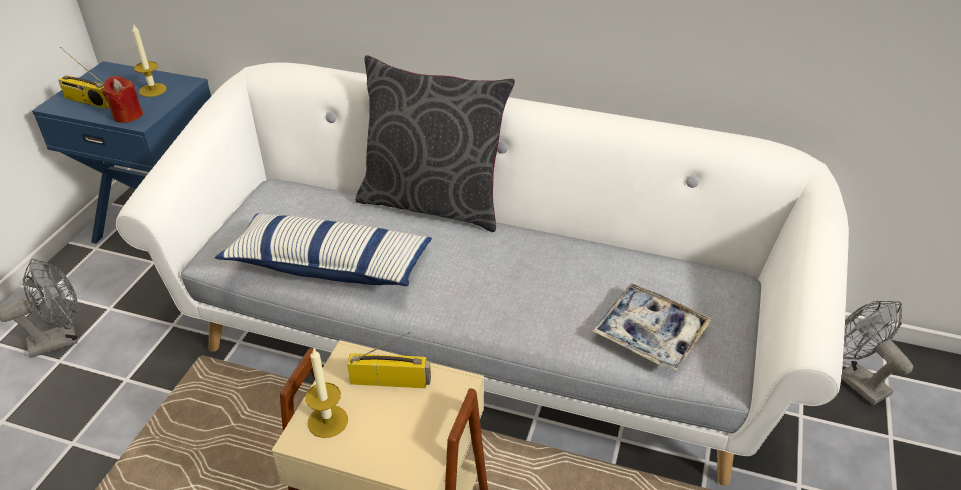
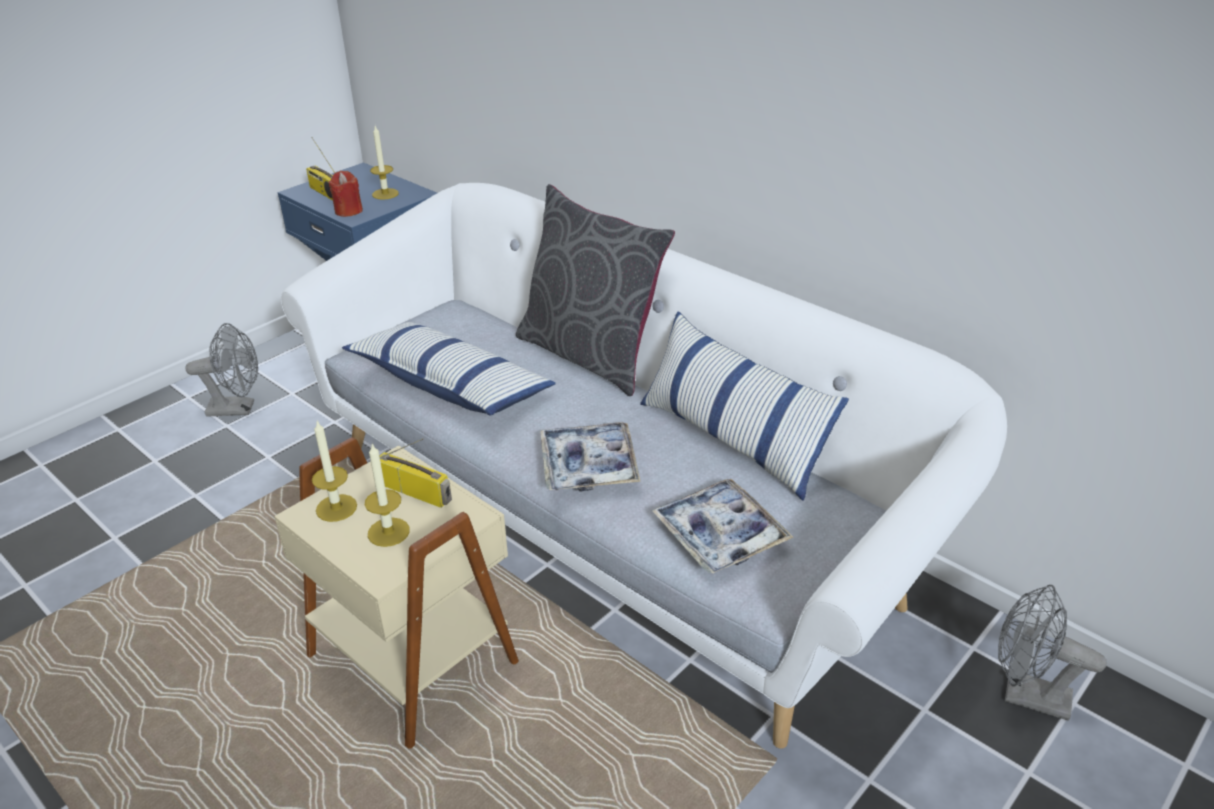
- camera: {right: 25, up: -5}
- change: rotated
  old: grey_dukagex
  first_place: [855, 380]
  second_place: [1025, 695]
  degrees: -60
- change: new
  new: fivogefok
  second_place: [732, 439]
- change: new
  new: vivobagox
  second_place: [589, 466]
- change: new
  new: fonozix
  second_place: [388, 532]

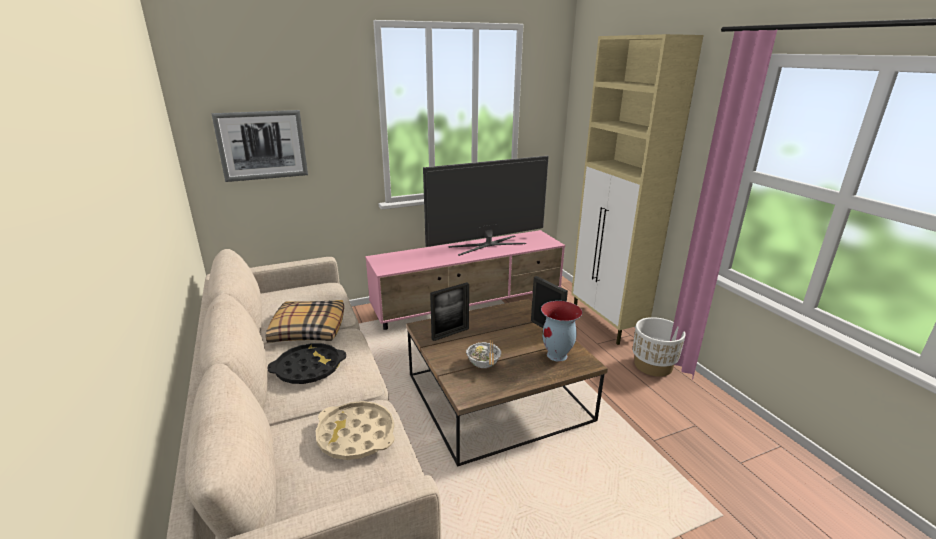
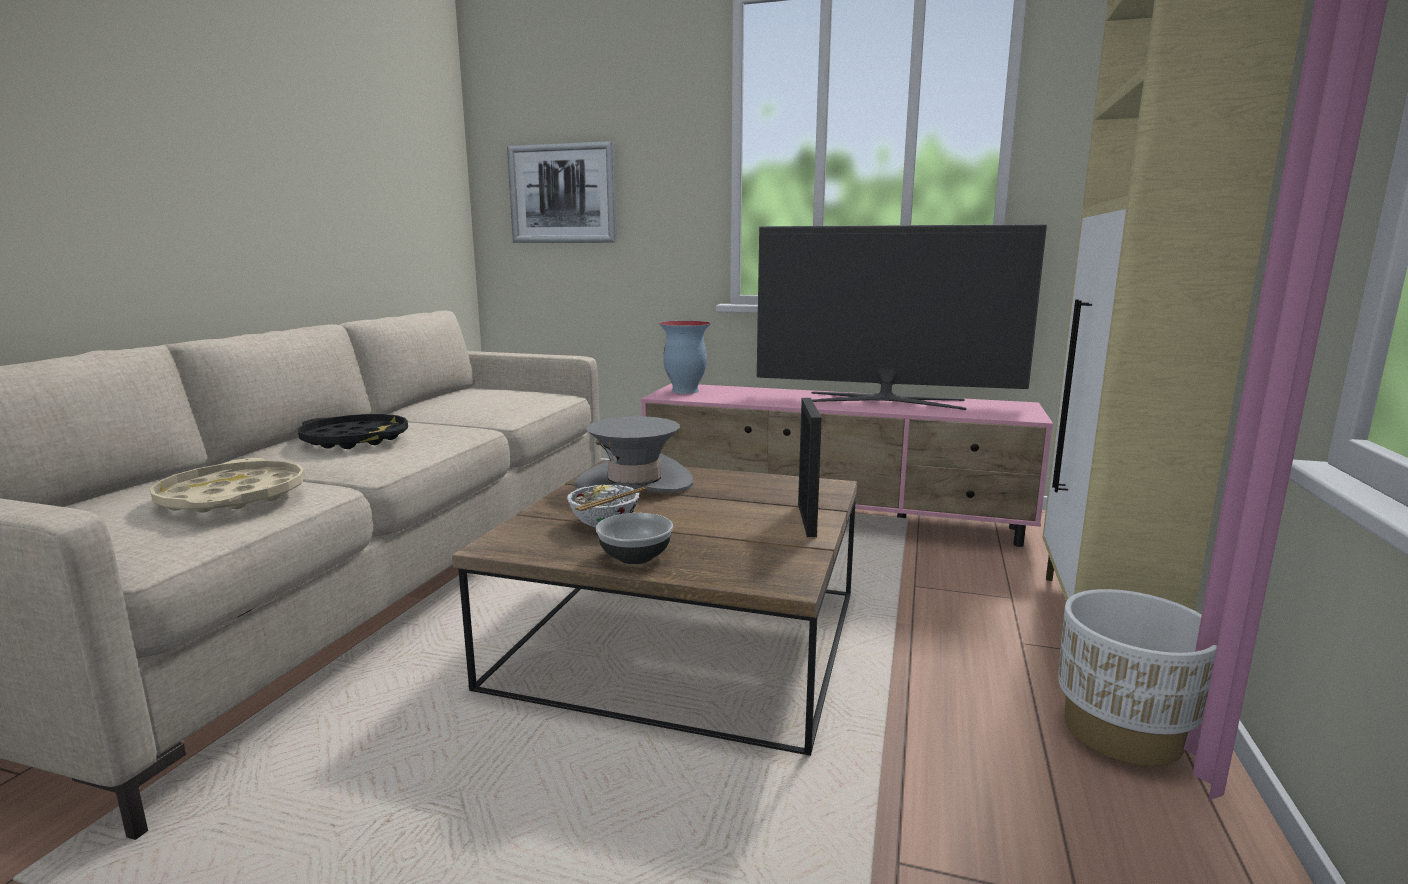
- camera: {right: 40, up: -10}
- change: swapped
  old: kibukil
  new: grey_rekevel
  first_place: [450, 334]
  second_place: [634, 483]
- change: gone
  old: fivogefok
  first_place: [308, 329]
- change: shifted
  old: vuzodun
  first_place: [557, 355]
  second_place: [685, 391]
- change: new
  new: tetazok
  second_place: [635, 557]

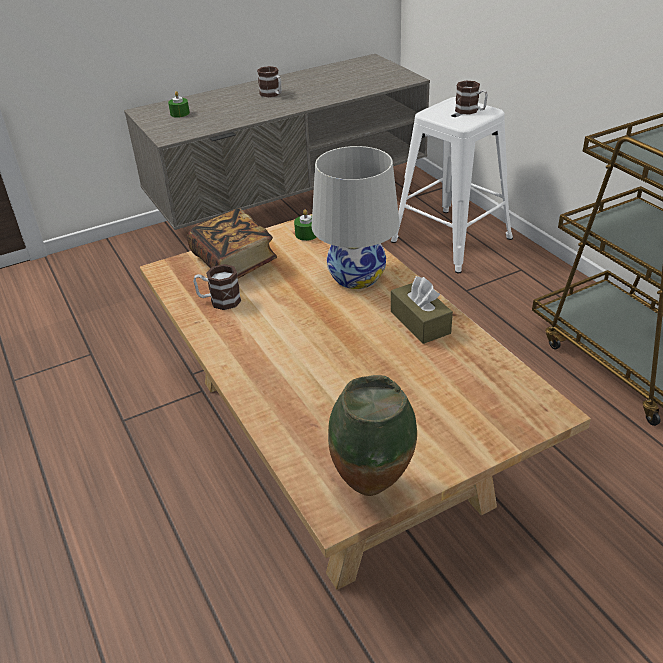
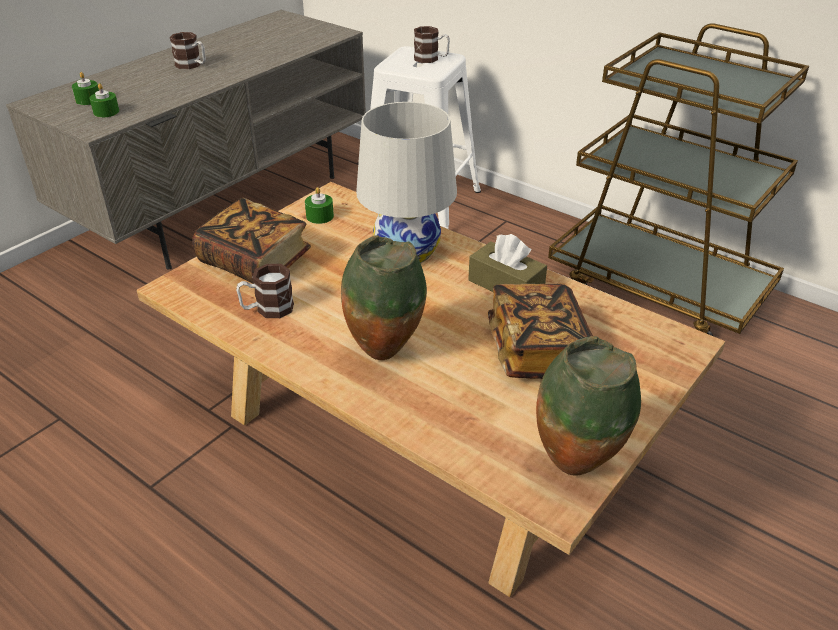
- camera: {right: -25, up: 0}
- change: new
  new: green_fonozix
  second_place: [106, 112]
- change: new
  new: vuzodun
  second_place: [385, 353]
- change: new
  new: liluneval
  second_place: [539, 352]

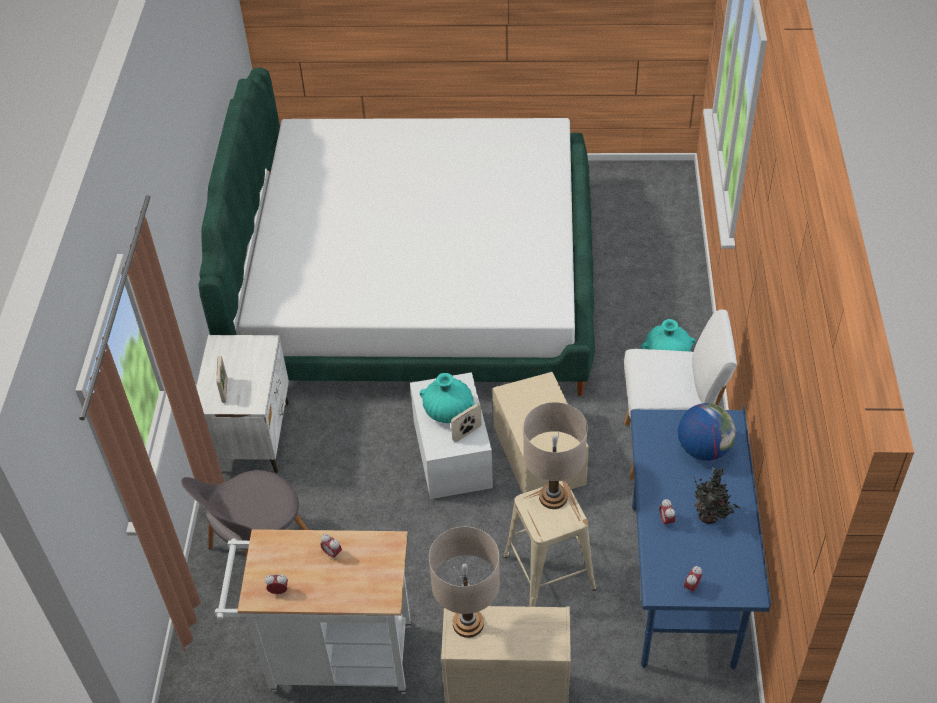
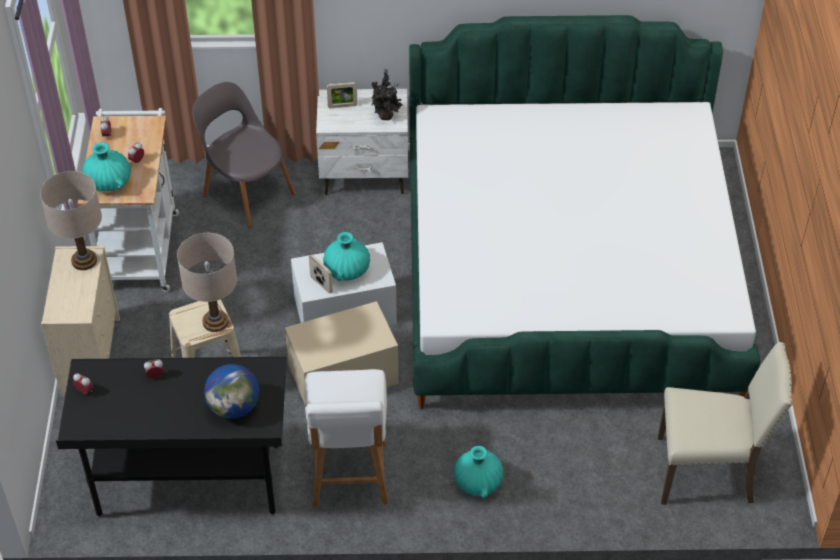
- camera: {right: 85, up: 0}
- change: repainted
  old: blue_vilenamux
  new: black_vilenamux
  first_place: [682, 585]
  second_place: [189, 482]
- change: shifted
  old: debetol
  first_place: [710, 517]
  second_place: [385, 117]
- change: new
  new: turquoise_vuzodun
  second_place: [108, 183]
- change: new
  new: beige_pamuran
  second_place: [708, 472]

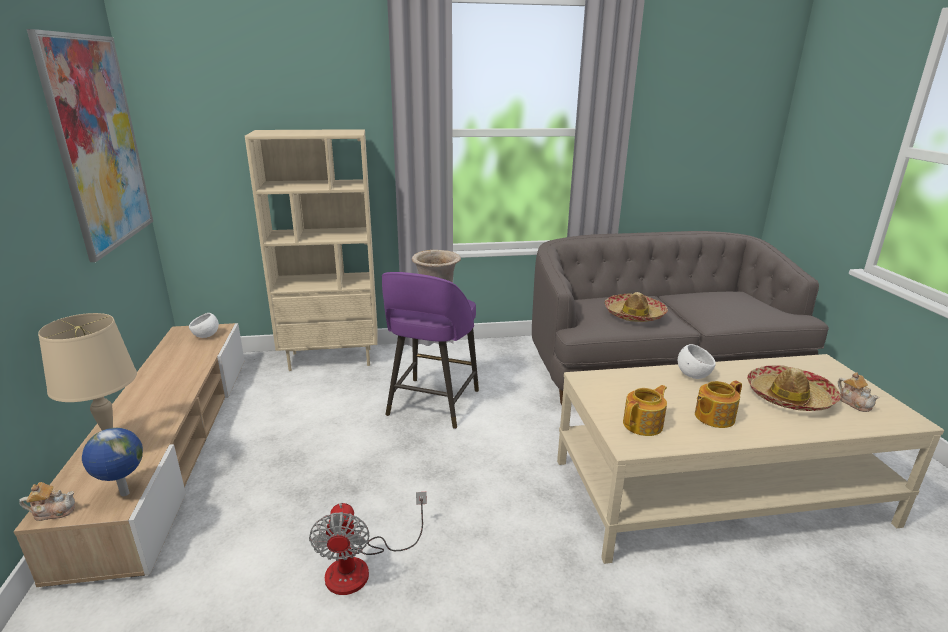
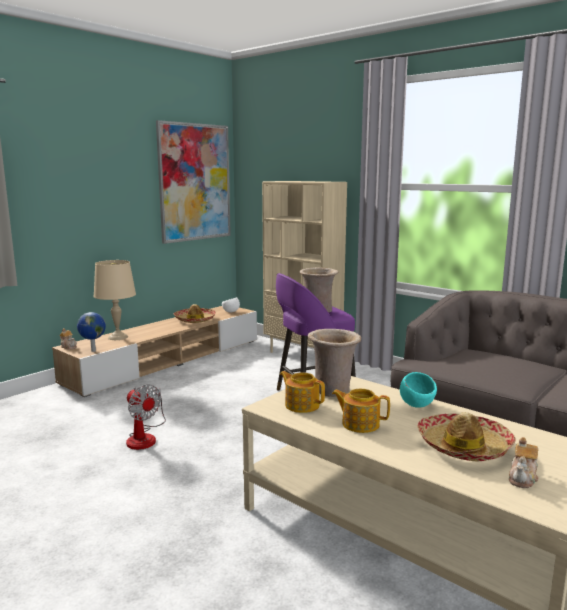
- camera: {right: 50, up: -10}
- change: shifted
  old: rekevel
  first_place: [634, 315]
  second_place: [194, 320]
- change: repainted
  old: white_tetazok
  new: turquoise_tetazok
  first_place: [693, 375]
  second_place: [417, 405]
- change: rotated
  old: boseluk
  first_place: [643, 424]
  second_place: [301, 405]
  degrees: -150
- change: rotated
  old: dukagex
  first_place: [361, 567]
  second_place: [145, 437]
  degrees: -90
- change: new
  new: beige_vuzodun
  second_place: [333, 390]

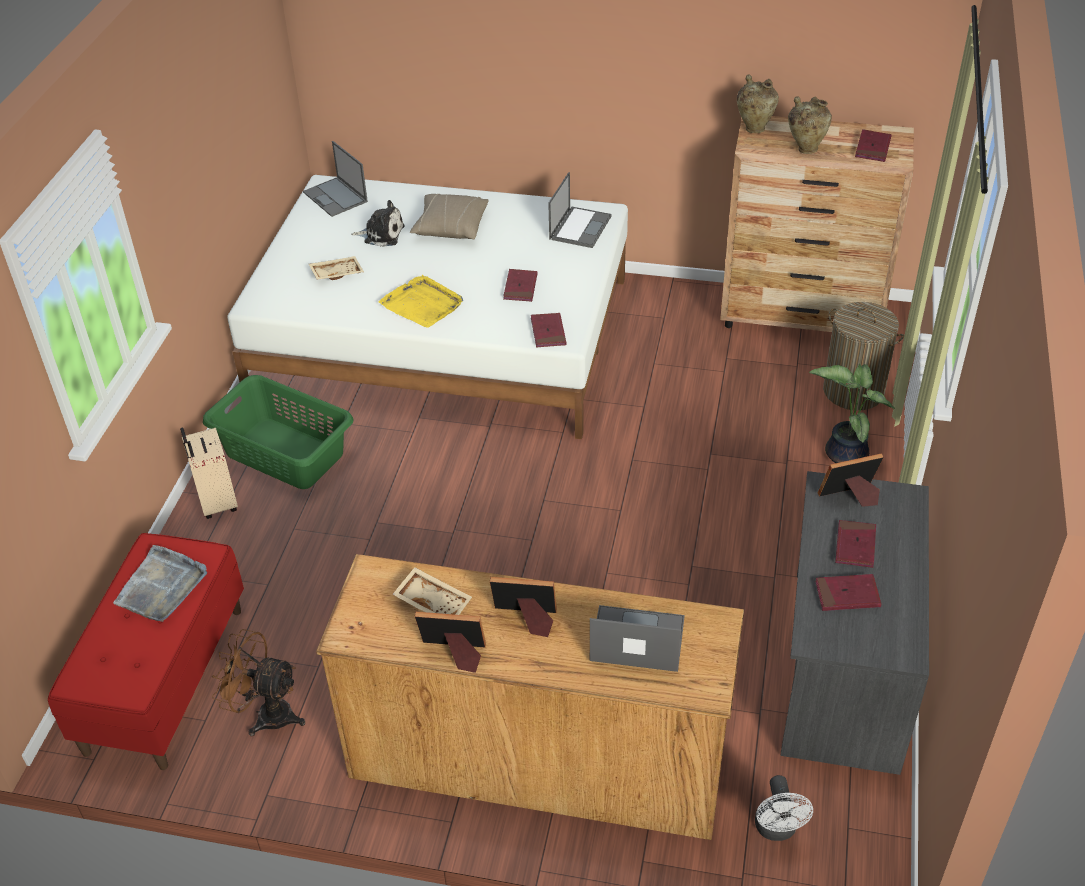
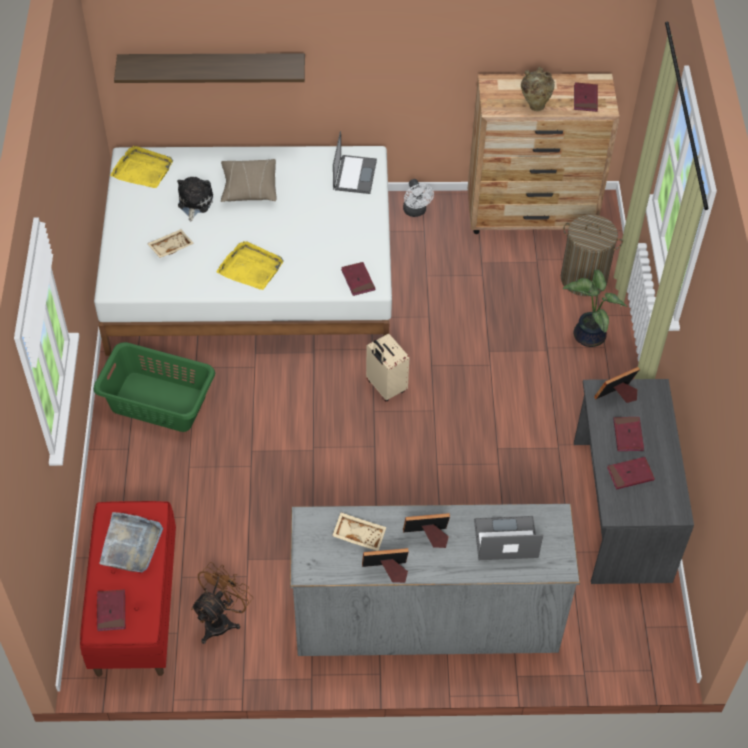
- camera: {right: -15, up: 10}
- change: gone
  old: beige_vuzodun
  first_place: [754, 128]
- change: swapped
  old: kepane
  new: yellow_vivobagox
  first_place: [336, 197]
  second_place: [142, 169]
- change: rotated
  old: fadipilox
  first_place: [381, 234]
  second_place: [194, 202]
  degrees: -75
- change: shifted
  old: red_liluneval
  first_place: [520, 287]
  second_place: [111, 611]
- change: shifted
  old: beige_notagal
  first_place: [216, 502]
  second_place: [385, 387]
- change: repainted
  old: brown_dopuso
  new: grey_dopuso
  first_place: [537, 759]
  second_place: [426, 617]
- change: rotated
  old: brown_dukagex
  first_place: [266, 714]
  second_place: [221, 620]
  degrees: 120
- change: shifted
  old: white_dukagex
  first_place: [777, 830]
  second_place: [416, 212]
- change: new
  new: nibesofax
  second_place: [212, 66]

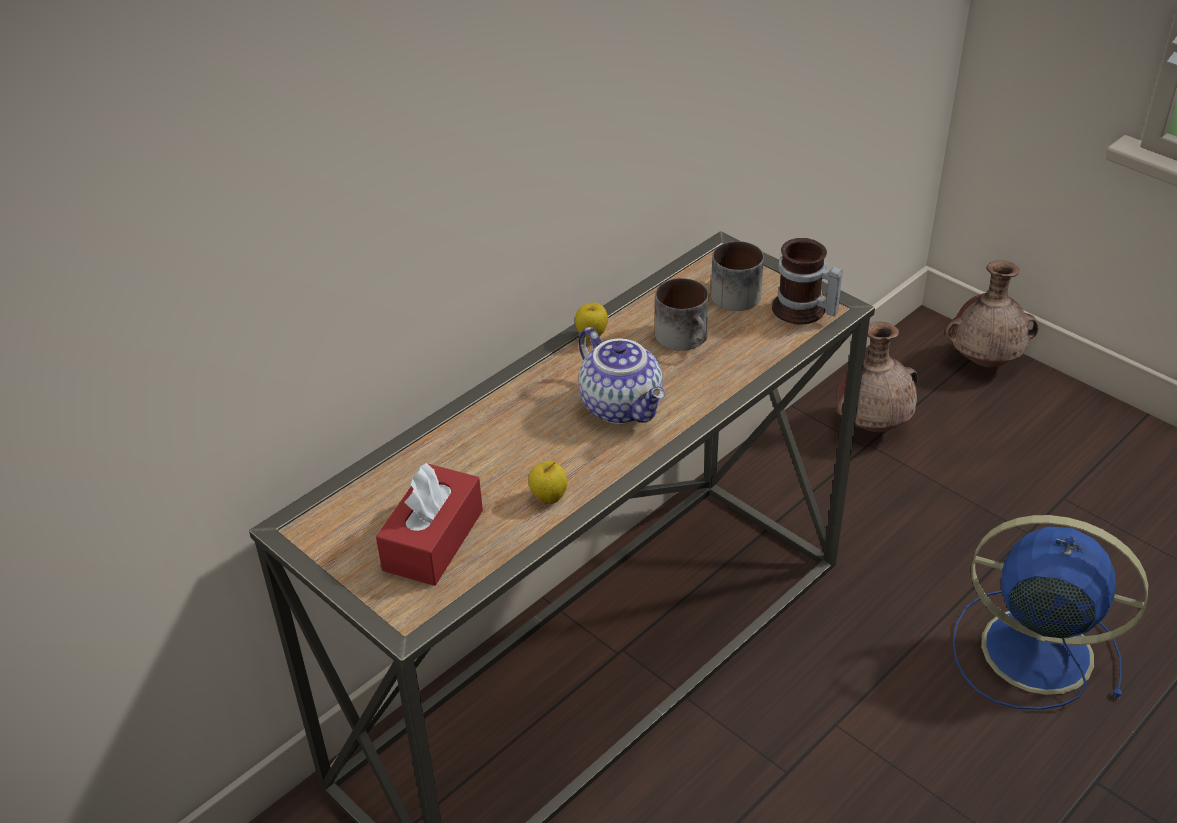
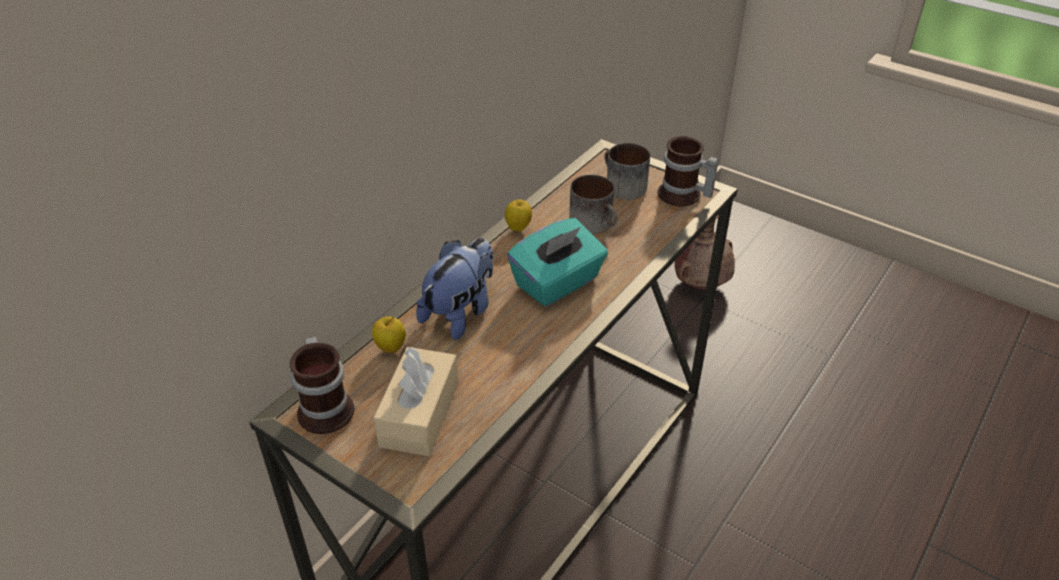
- camera: {right: -10, up: 0}
- change: gone
  old: brown_vuzodun
  first_place: [985, 361]
- change: swapped
  old: boseluk
  new: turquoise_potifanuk
  first_place: [623, 406]
  second_place: [557, 283]
- change: shifted
  old: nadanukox
  first_place: [549, 498]
  second_place: [391, 348]
- change: repainted
  old: red_potifanuk
  new: beige_potifanuk
  first_place: [433, 540]
  second_place: [419, 414]
- change: gone
  old: blue_dukagex
  first_place: [1031, 649]
- change: new
  new: fadipilox
  second_place: [460, 312]
- change: new
  new: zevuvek
  second_place: [327, 407]

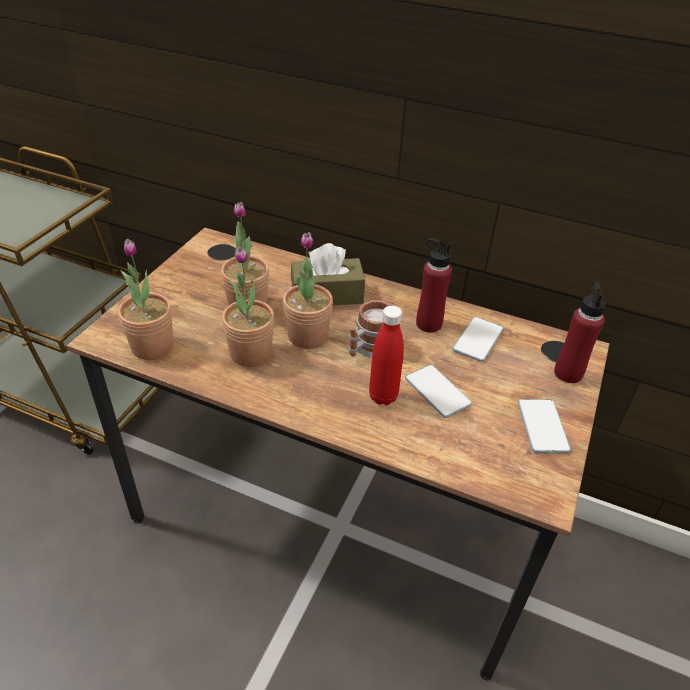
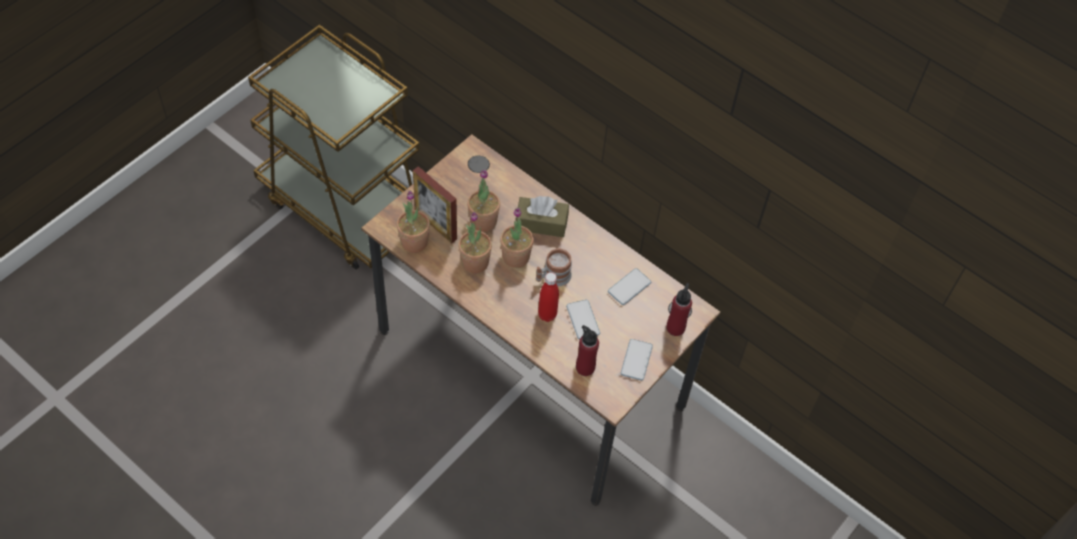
- camera: {right: 15, up: 15}
- change: shifted
  old: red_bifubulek
  first_place: [428, 324]
  second_place: [585, 367]
- change: new
  new: kibukil
  second_place: [436, 225]

